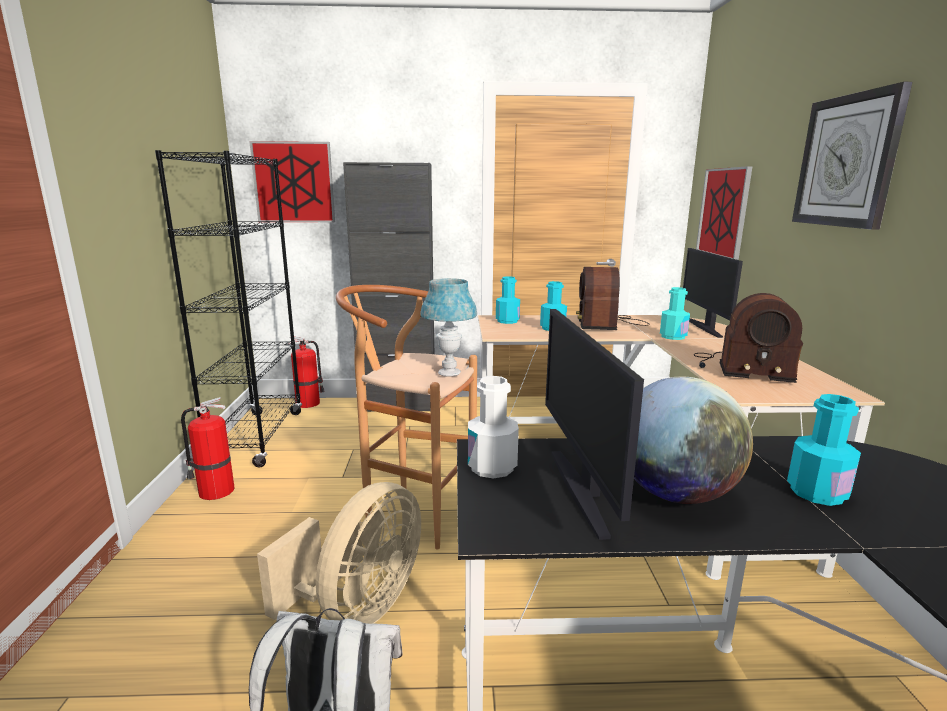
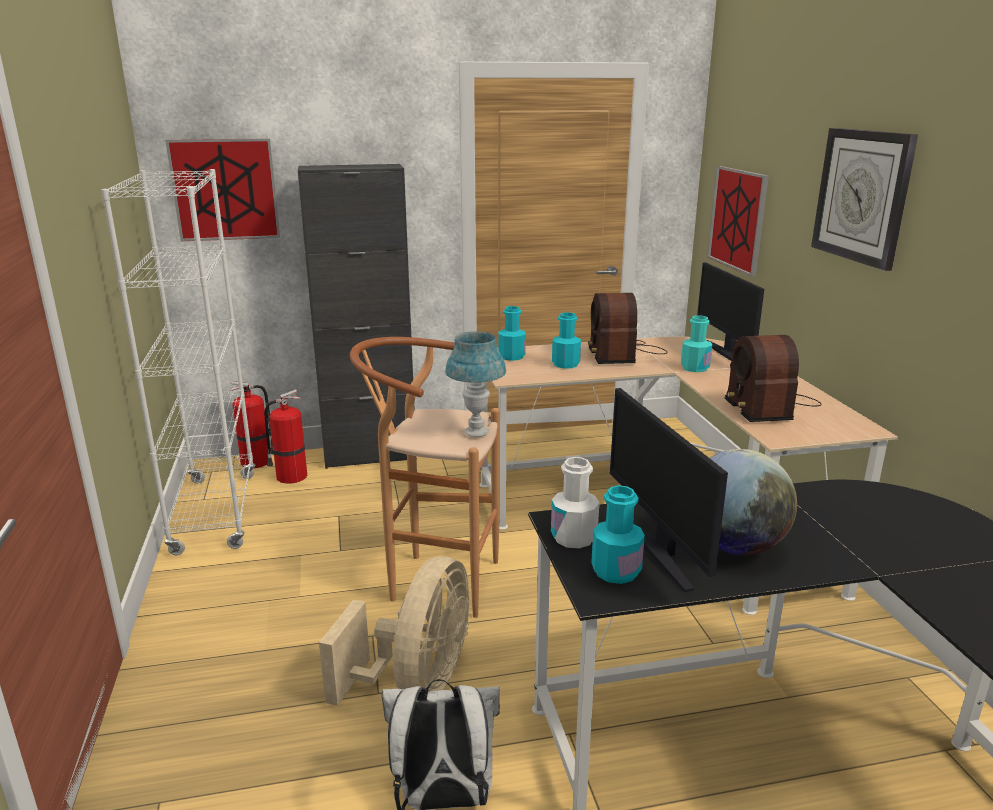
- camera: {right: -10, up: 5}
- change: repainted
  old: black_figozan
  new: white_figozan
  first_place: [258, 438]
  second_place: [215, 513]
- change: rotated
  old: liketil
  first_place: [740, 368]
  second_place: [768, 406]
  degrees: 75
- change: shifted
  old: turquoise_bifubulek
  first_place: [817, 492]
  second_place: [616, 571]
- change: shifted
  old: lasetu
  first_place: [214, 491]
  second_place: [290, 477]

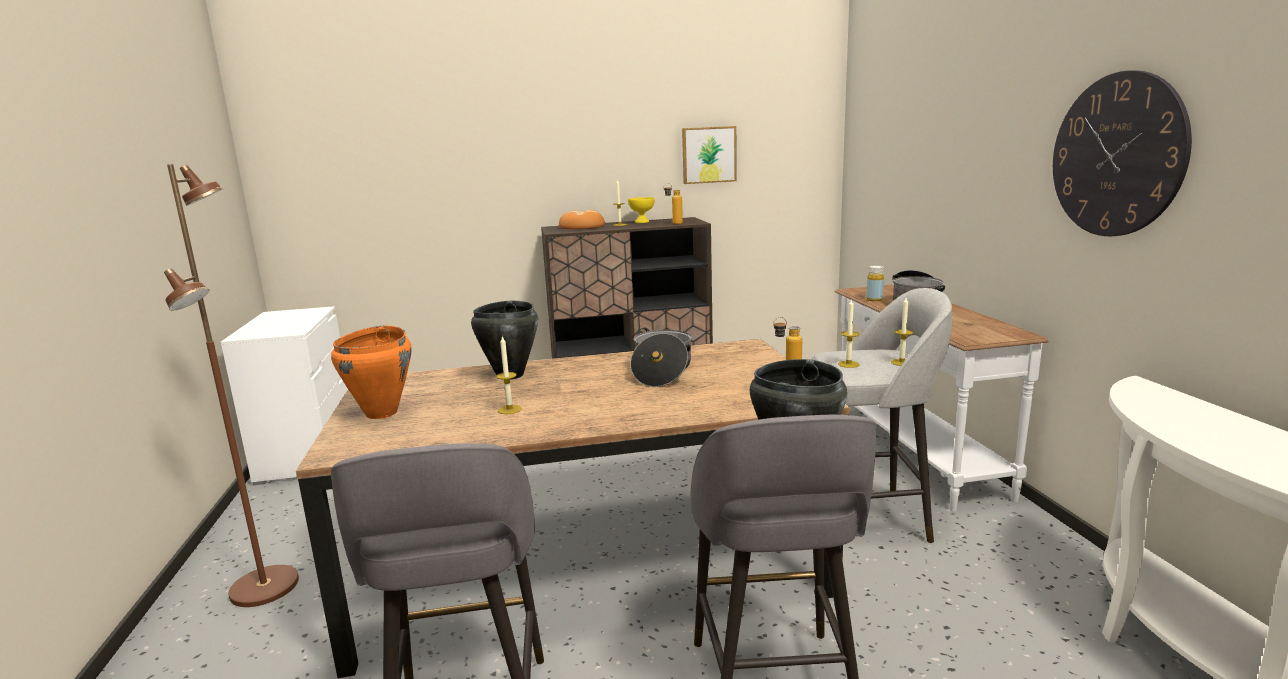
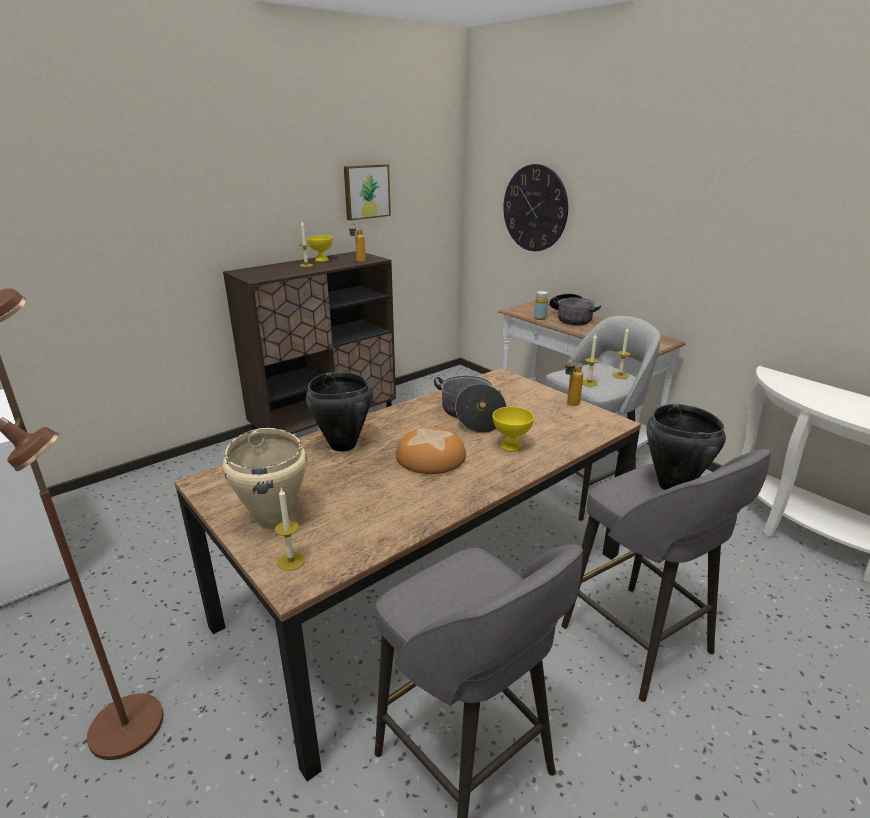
- camera: {right: -30, up: 10}
- change: shifted
  old: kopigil
  first_place: [1116, 155]
  second_place: [535, 208]
- change: shifted
  old: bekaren
  first_place: [582, 227]
  second_place: [431, 457]
- change: repainted
  old: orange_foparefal
  new: beige_foparefal
  first_place: [382, 413]
  second_place: [274, 519]
- change: shifted
  old: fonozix
  first_place: [509, 409]
  second_place: [291, 561]
- change: new
  new: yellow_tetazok
  second_place: [510, 446]

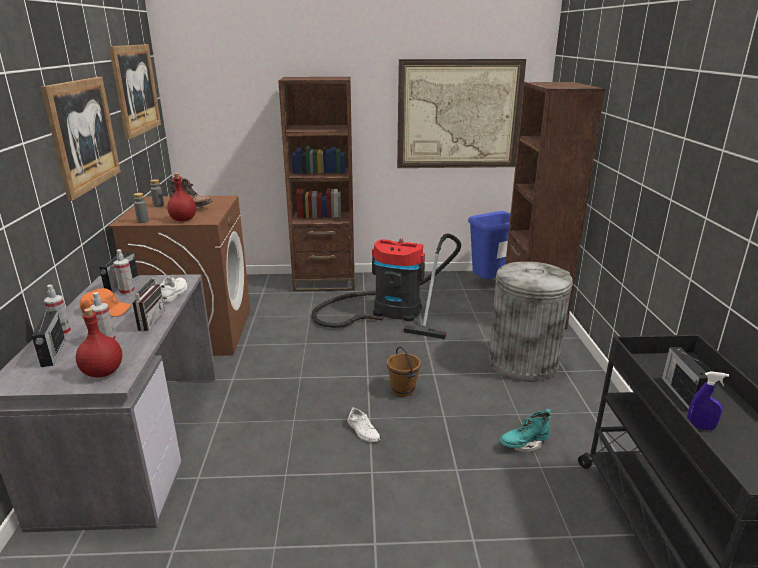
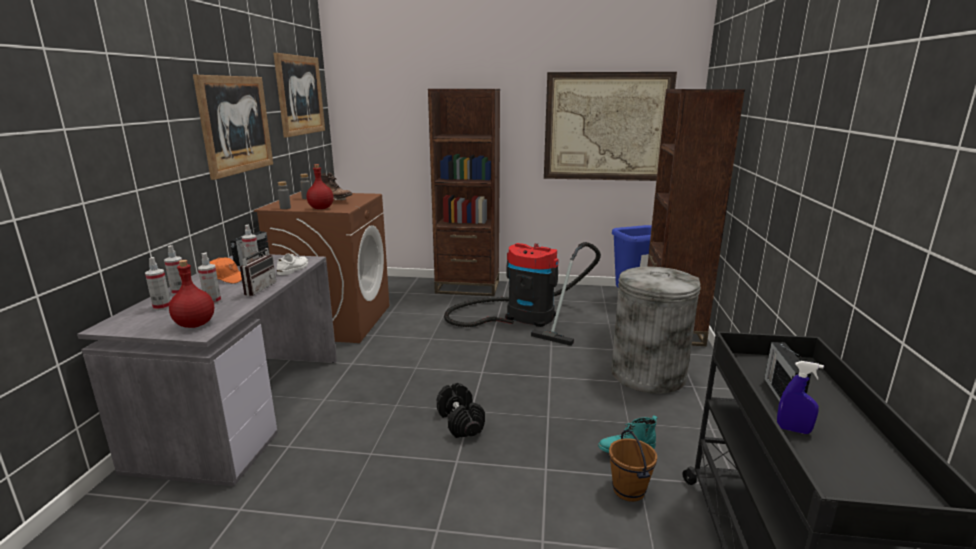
- camera: {right: 10, up: -5}
- change: swapped
  old: liketil
  new: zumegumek
  first_place: [53, 353]
  second_place: [162, 307]
- change: shifted
  old: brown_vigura
  first_place: [403, 390]
  second_place: [629, 490]
- change: swapped
  old: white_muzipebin
  new: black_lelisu
  first_place: [363, 431]
  second_place: [460, 422]

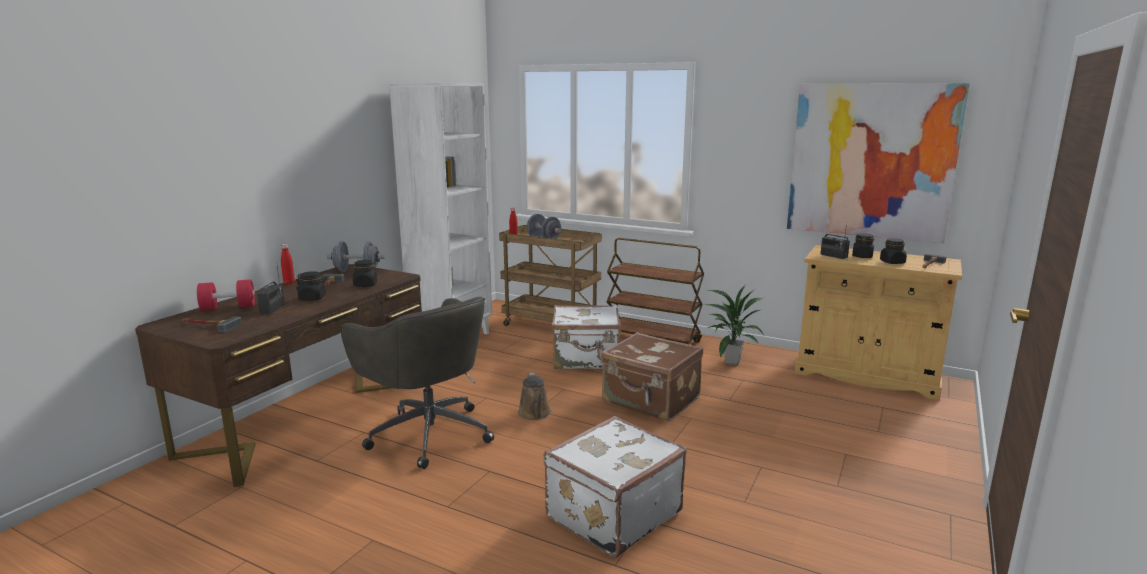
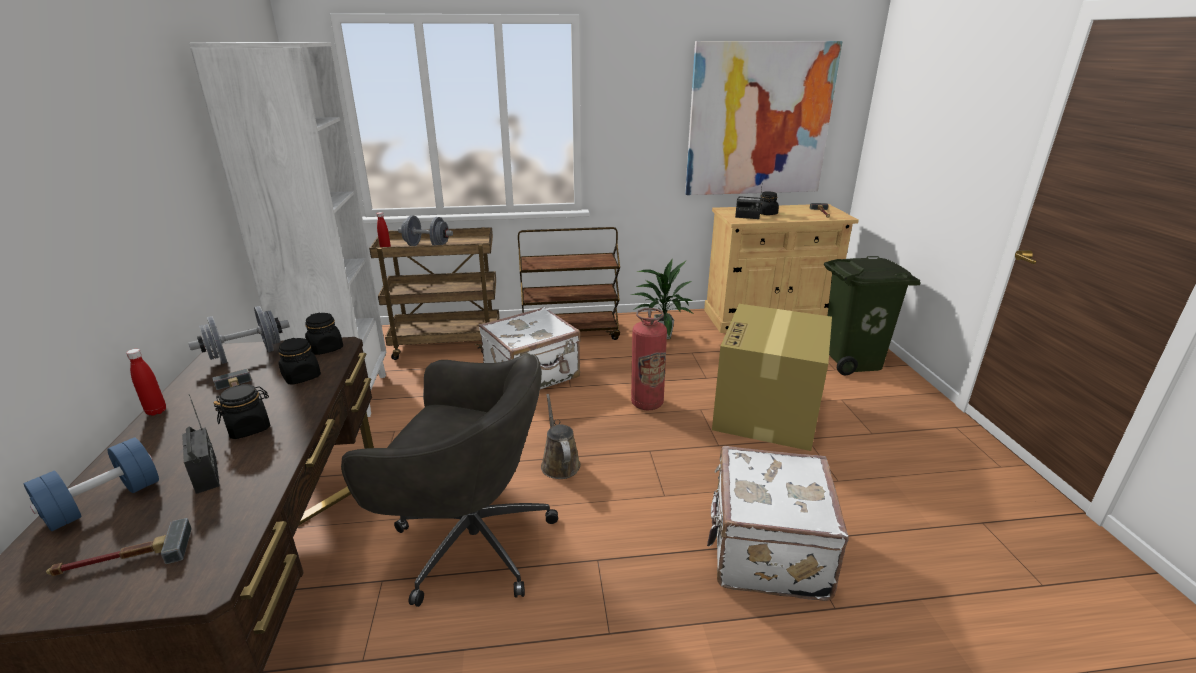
- camera: {right: -35, up: 10}
- change: shifted
  old: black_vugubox
  first_place: [892, 262]
  second_place: [326, 348]
- change: repainted
  old: red_lelisu
  new: blue_lelisu
  first_place: [228, 307]
  second_place: [104, 502]
- change: swapped
  old: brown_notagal
  new: lasetu
  first_place: [650, 401]
  second_place: [647, 403]
- change: rotated
  old: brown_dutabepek
  first_place: [535, 414]
  second_place: [559, 463]
  degrees: -150
- change: new
  new: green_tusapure
  second_place: [852, 361]
- change: new
  new: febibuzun
  second_place: [767, 412]

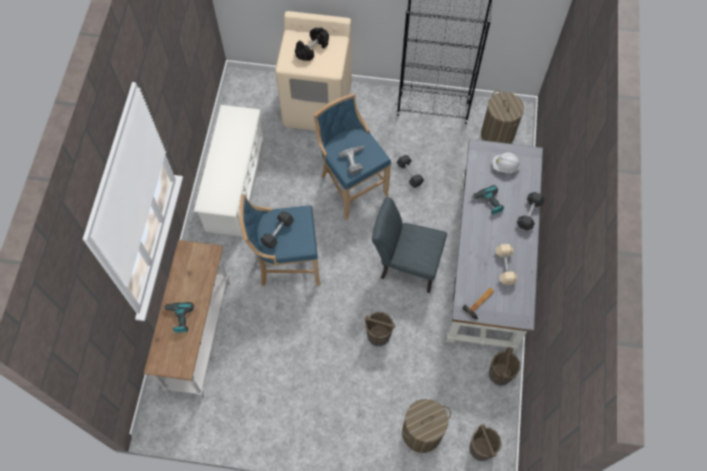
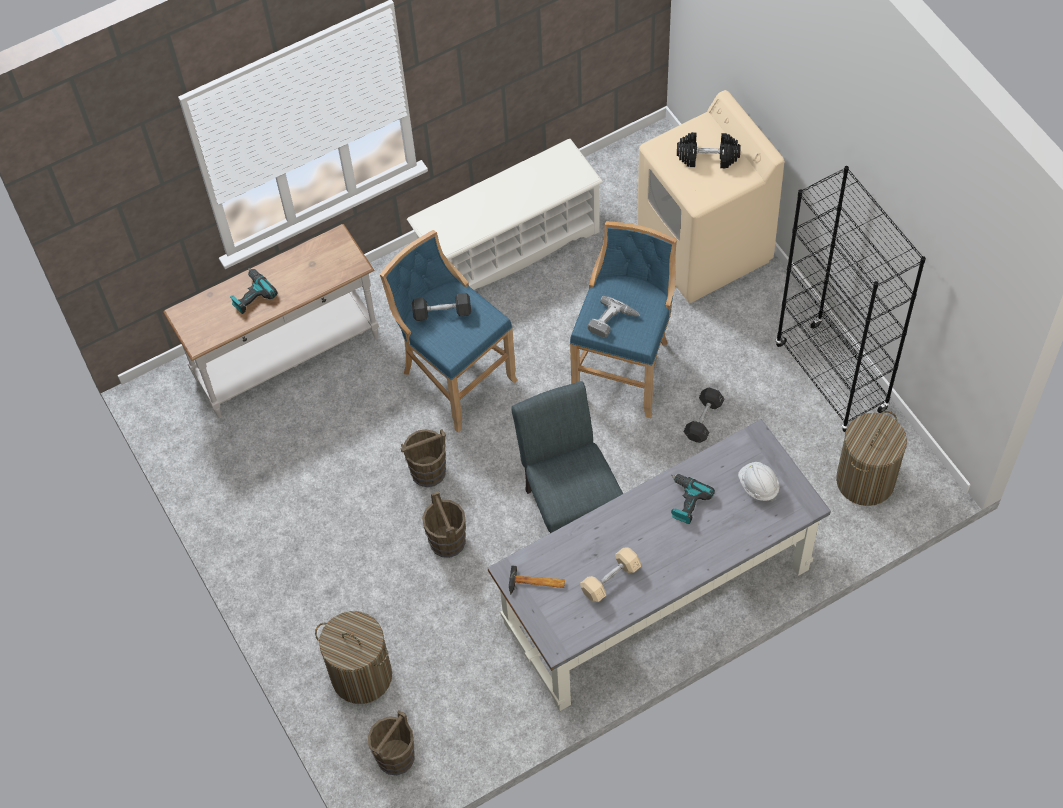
- camera: {right: 55, up: -5}
- change: gone
  old: grey_lelisu
  first_place: [529, 214]
- change: shifted
  old: brown_vigura
  first_place: [500, 374]
  second_place: [428, 471]

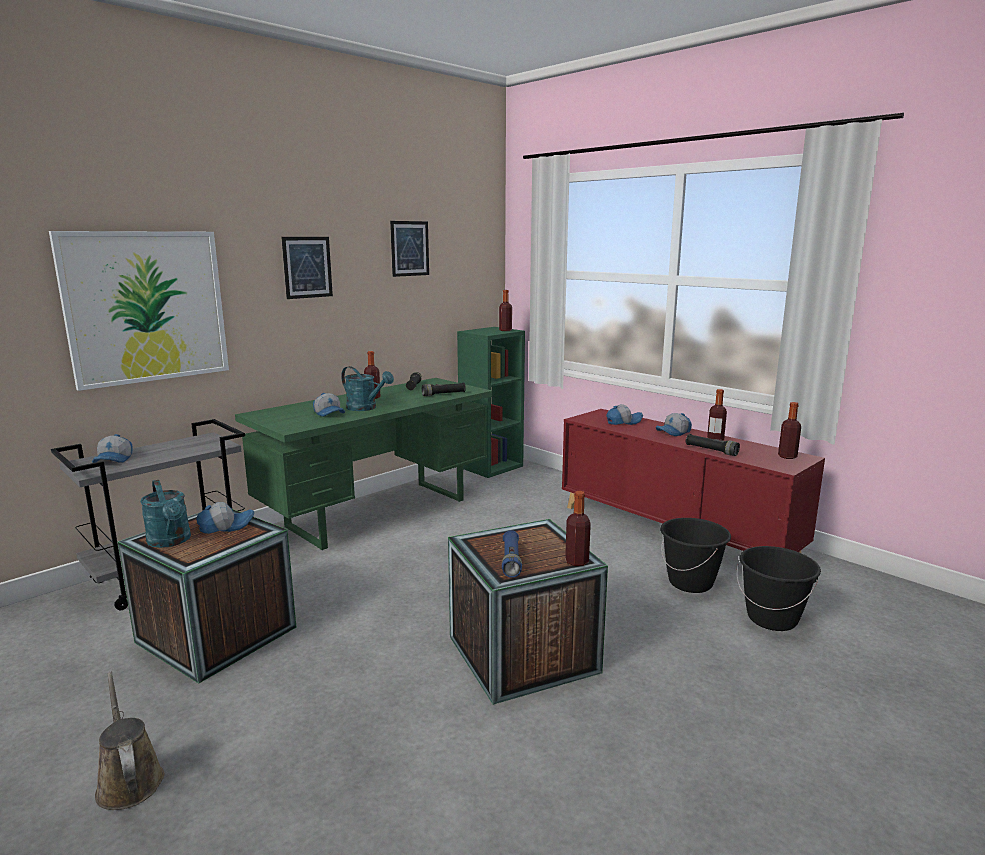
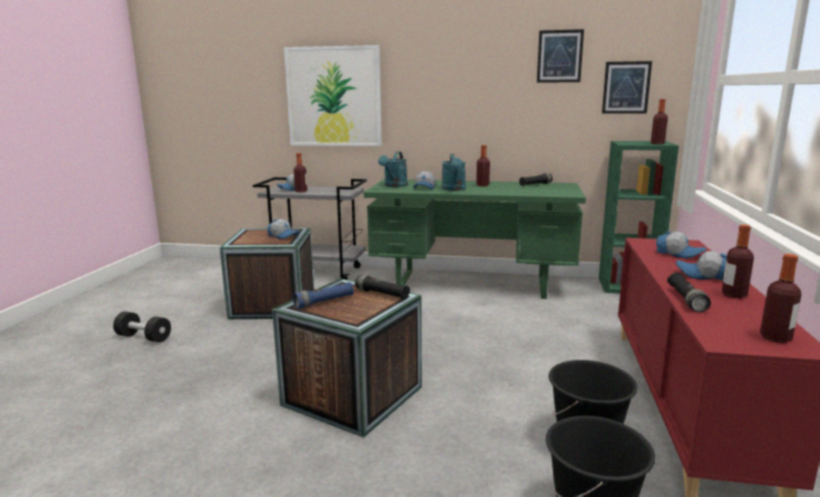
- camera: {right: 55, up: 0}
- change: shifted
  old: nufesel
  first_place: [307, 267]
  second_place: [626, 87]
- change: shifted
  old: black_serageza
  first_place: [443, 394]
  second_place: [382, 294]
- change: shifted
  old: turquoise_dutabepek
  first_place: [171, 541]
  second_place: [394, 186]
- change: shifted
  old: bifubulek
  first_place: [577, 561]
  second_place: [301, 191]
- change: swapped
  old: brown_dutabepek
  new: black_lelisu
  first_place: [129, 780]
  second_place: [143, 337]

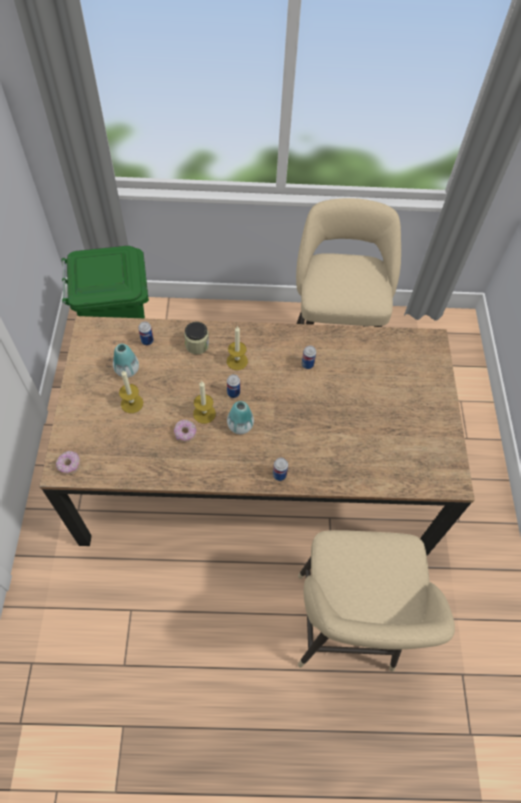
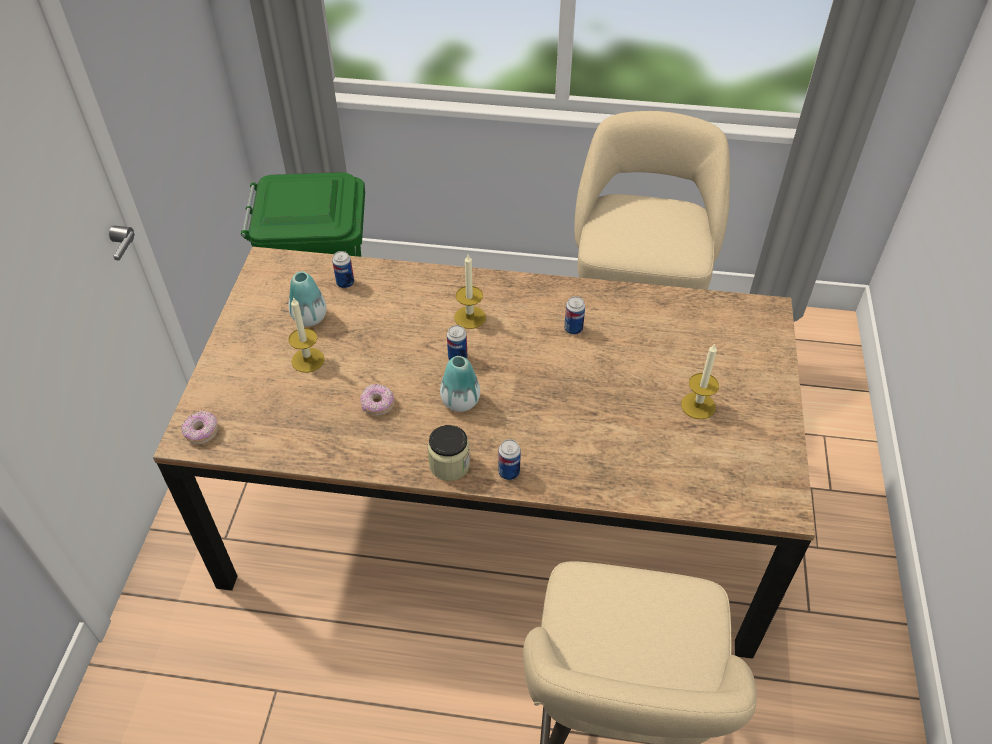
- camera: {right: 10, up: -10}
- change: shifted
  old: vugubox
  first_place: [197, 345]
  second_place: [449, 465]
- change: shifted
  old: fonozix
  first_place: [204, 413]
  second_place: [698, 405]

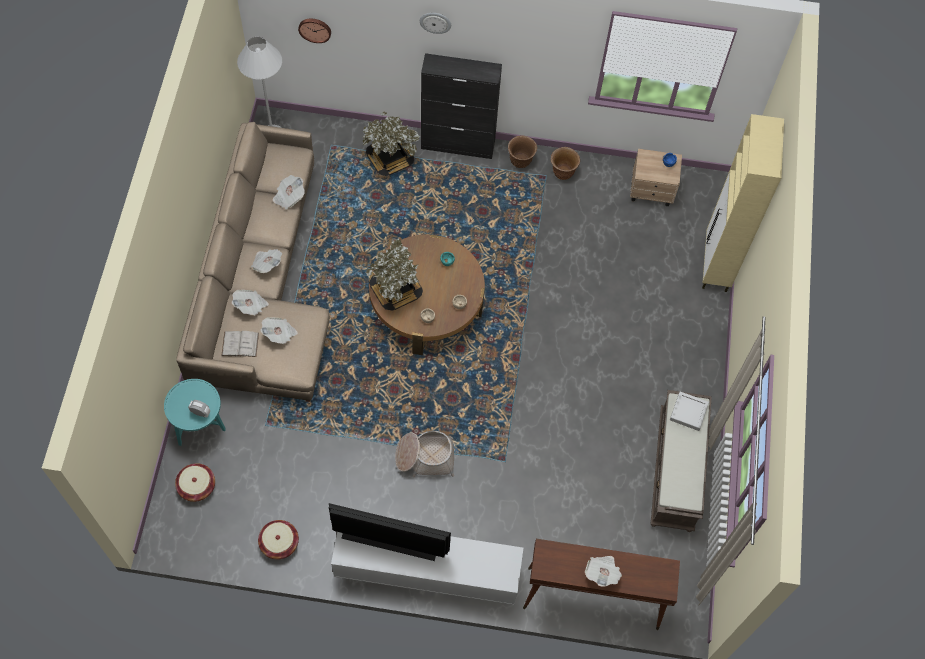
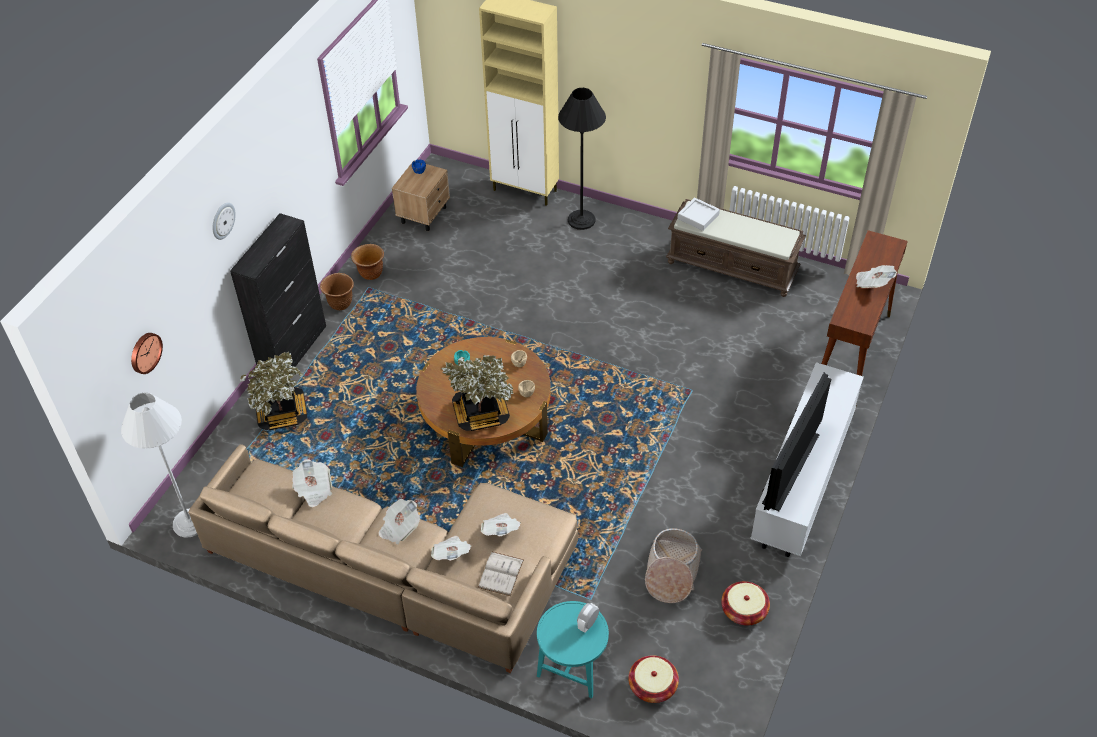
- camera: {right: -70, up: -15}
- change: shifted
  old: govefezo
  first_place: [425, 457]
  second_place: [671, 572]
- change: new
  new: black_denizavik
  second_place: [581, 220]

